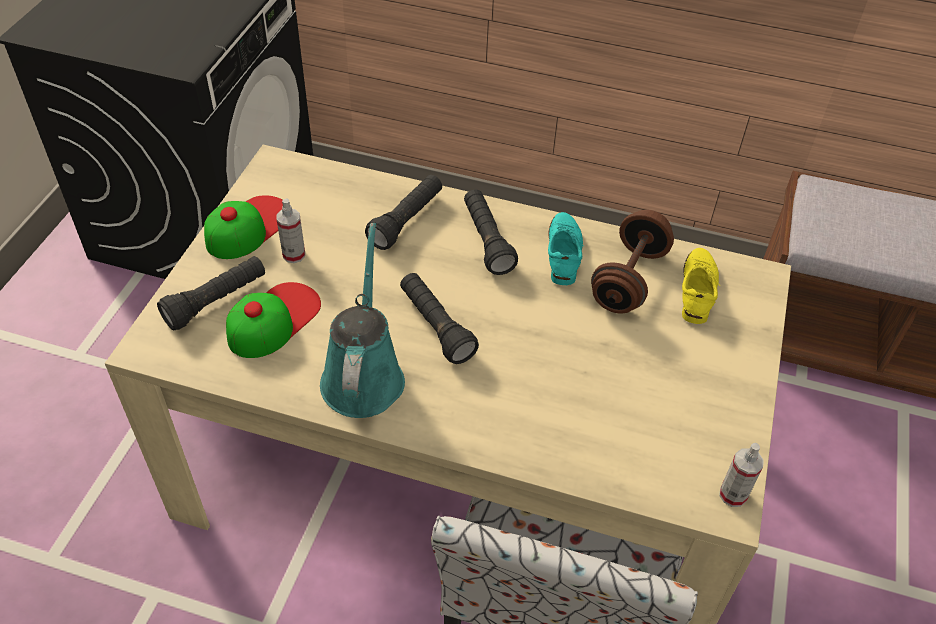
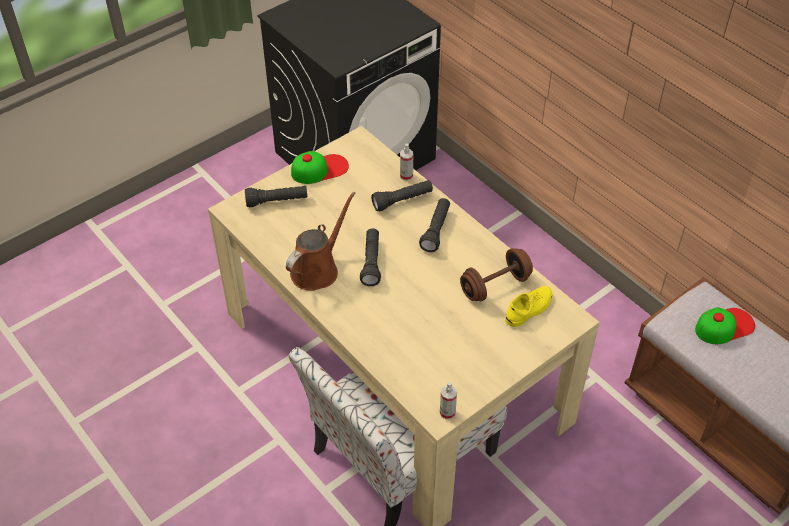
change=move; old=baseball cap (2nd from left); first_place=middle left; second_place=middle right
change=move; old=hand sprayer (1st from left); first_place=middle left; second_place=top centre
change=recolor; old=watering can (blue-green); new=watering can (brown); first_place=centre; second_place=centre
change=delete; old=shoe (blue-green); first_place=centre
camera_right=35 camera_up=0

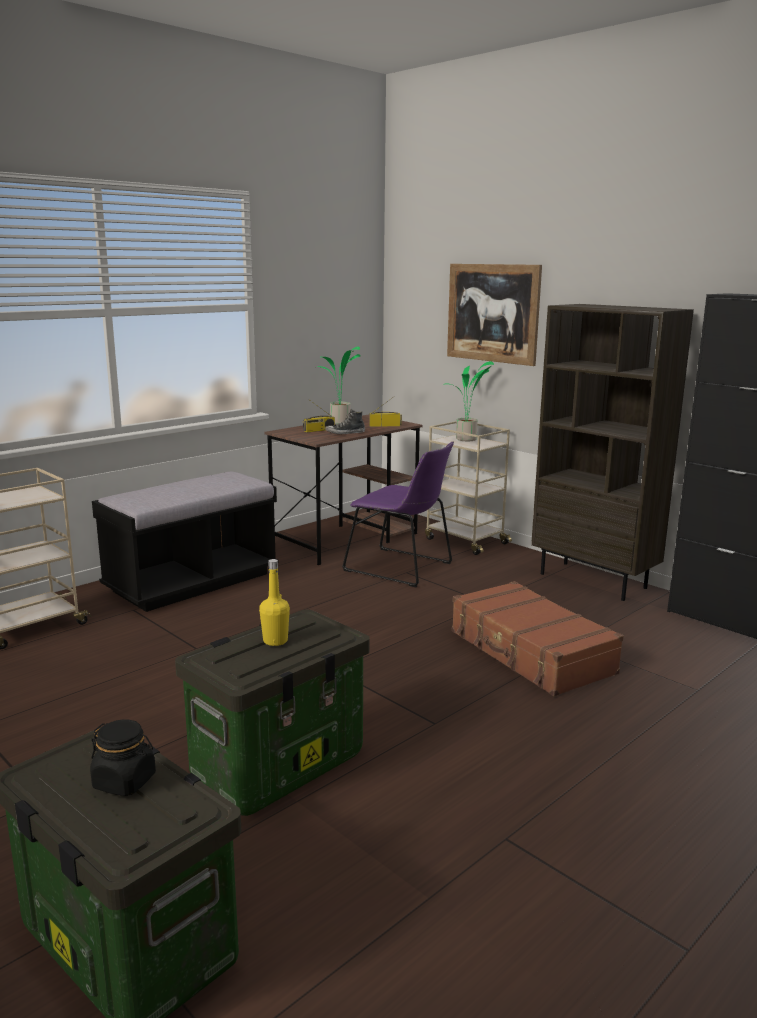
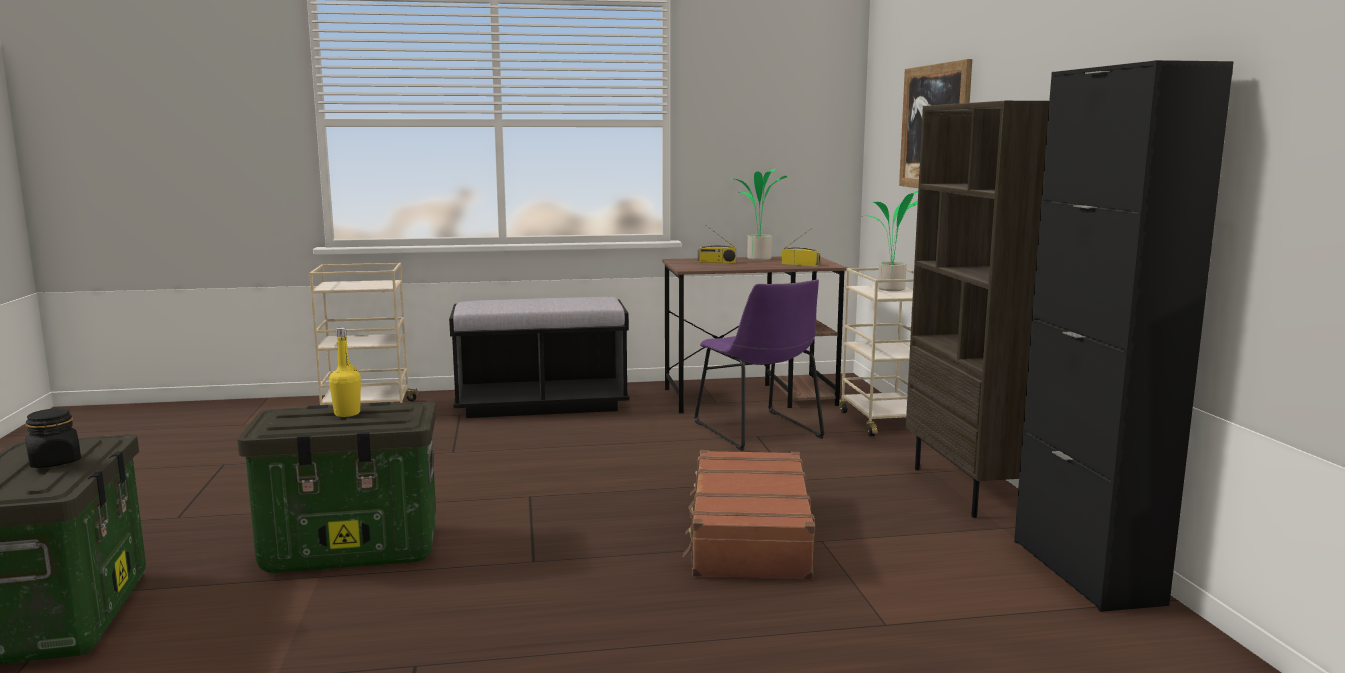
change=delete; old=shoe; first_place=centre
camera_right=35 camera_up=-5

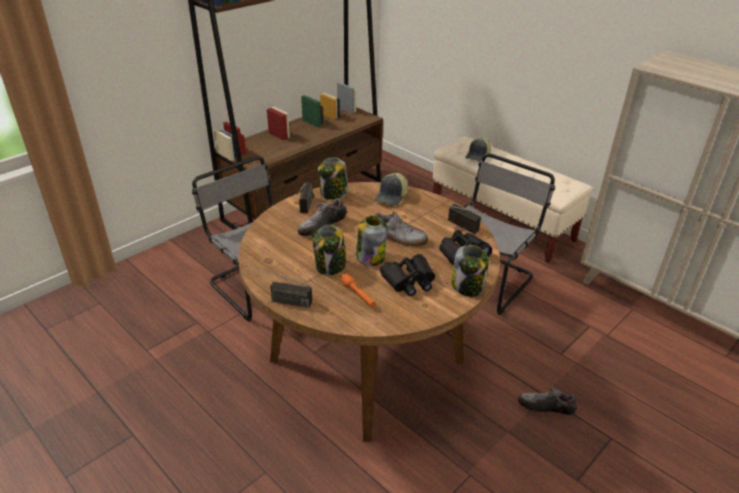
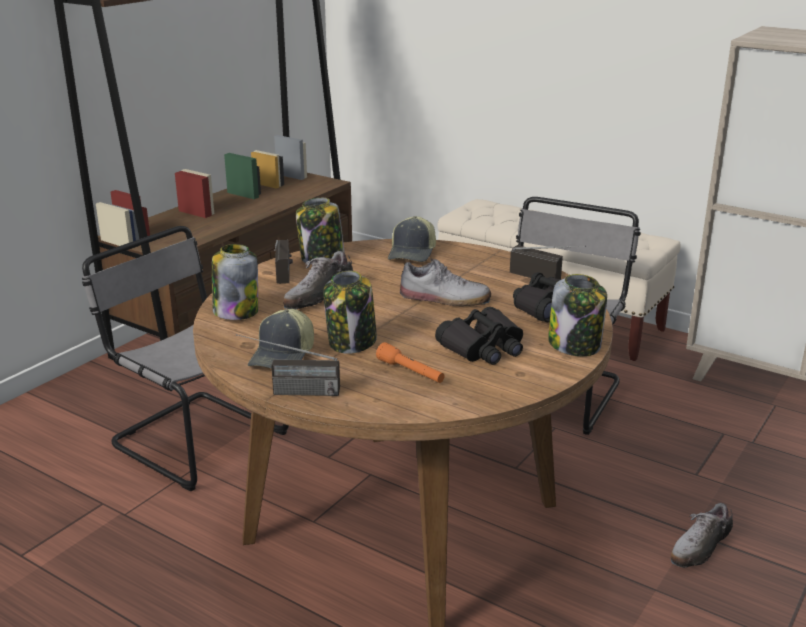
change=move; old=storage jar (3rd from left in the first image); new=storage jar (1st from left); first_place=centre; second_place=middle left
change=move; old=baseball cap (2nd from left in the first image); new=baseball cap (1st from left); first_place=top centre; second_place=centre
change=rotate; old=shoe (3rd from left); first_place=bottom right; second_place=bottom right; degrees=-45
camera_right=-10 camera_up=-10

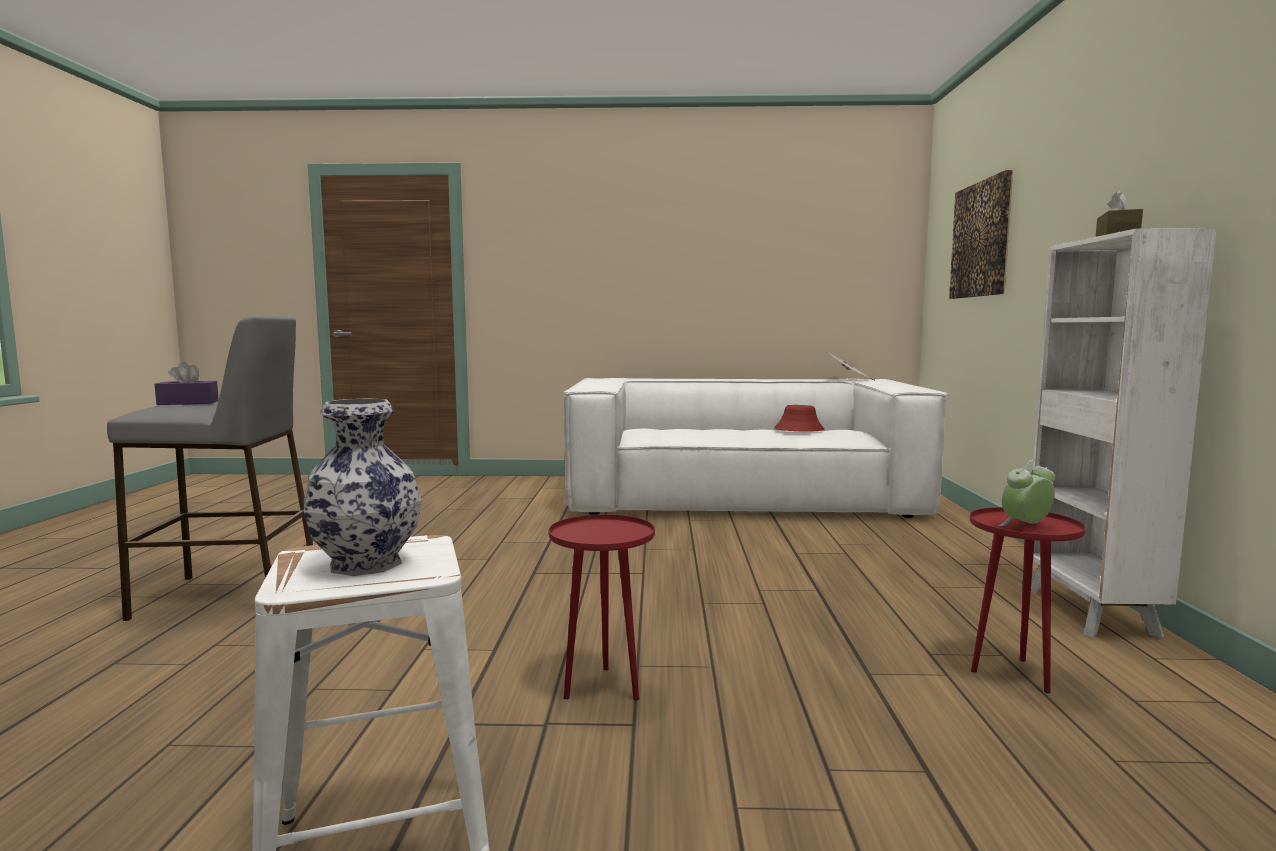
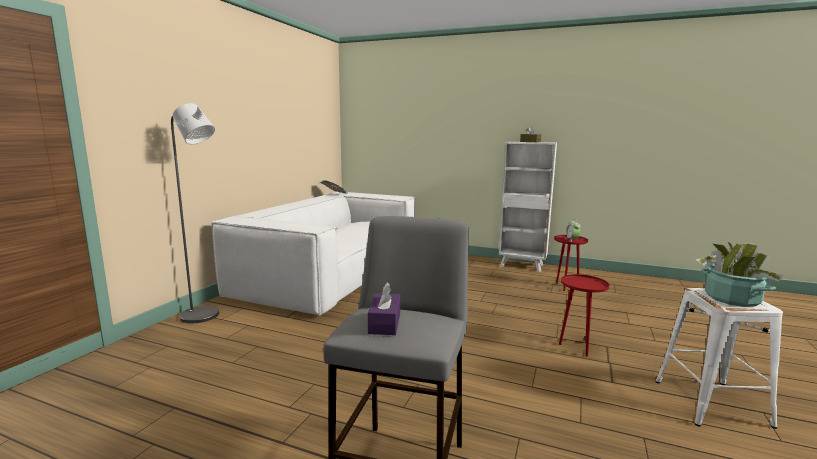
change=replace; old=flower vase; new=houseplant; first_place=middle left; second_place=middle right
change=delete; old=hat (reddish); first_place=centre
change=delete; old=picture; first_place=top right
change=insert; new=floor lamp (grey); second_place=middle left
camera_right=-70 camera_up=5

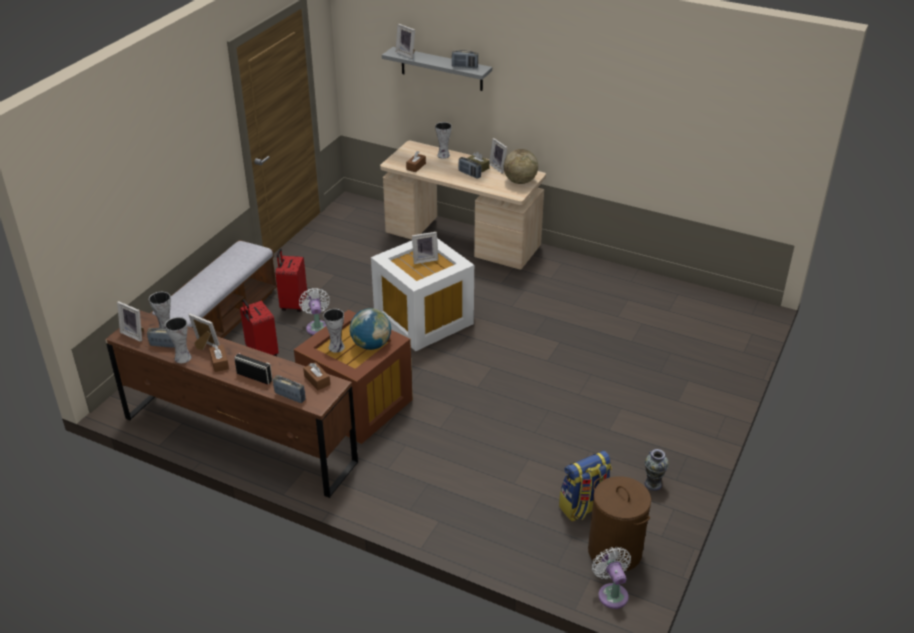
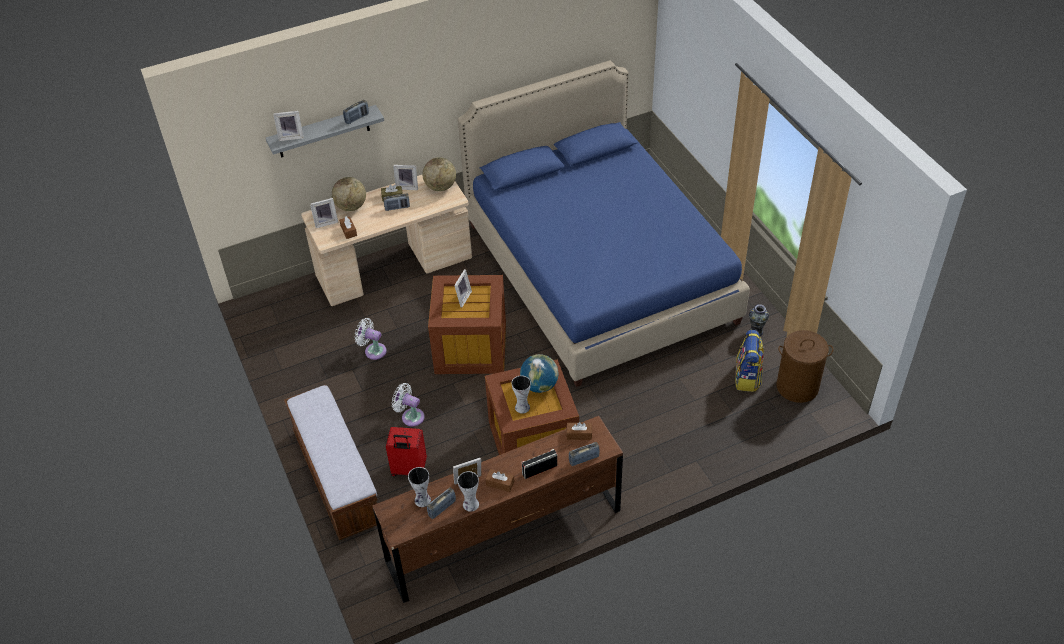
change=move; old=photo frame (1st from left in the first image); new=photo frame (2nd from left); first_place=middle left; second_place=top left
change=delete; old=travel case (reddish) (2nd from left); first_place=middle left
change=recolor; old=storage box (whitish); new=storage box (brown) (1st from left); first_place=centre; second_place=centre
change=replace; old=flower vase (4th from left); new=globe (1st from left); first_place=top centre; second_place=top left
change=move; old=electric fan (whitish) (2nd from left in the first image); new=electric fan (whitish) (1st from left); first_place=bottom right; second_place=centre
change=insert; new=bedroom bed (bluish); second_place=centre
camera_right=-50 camera_up=10

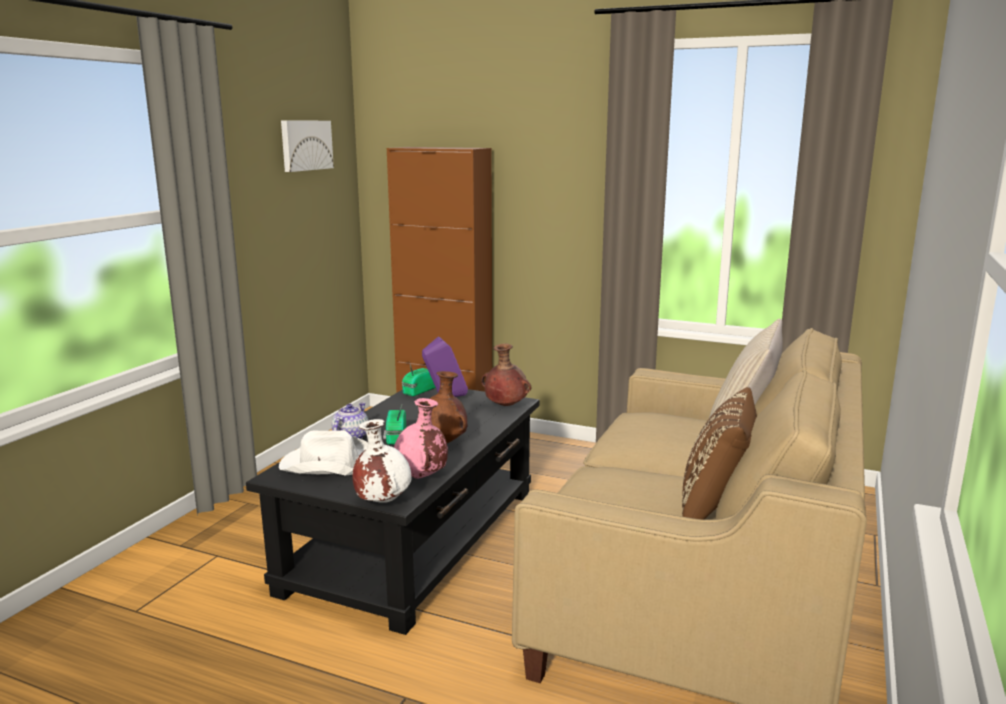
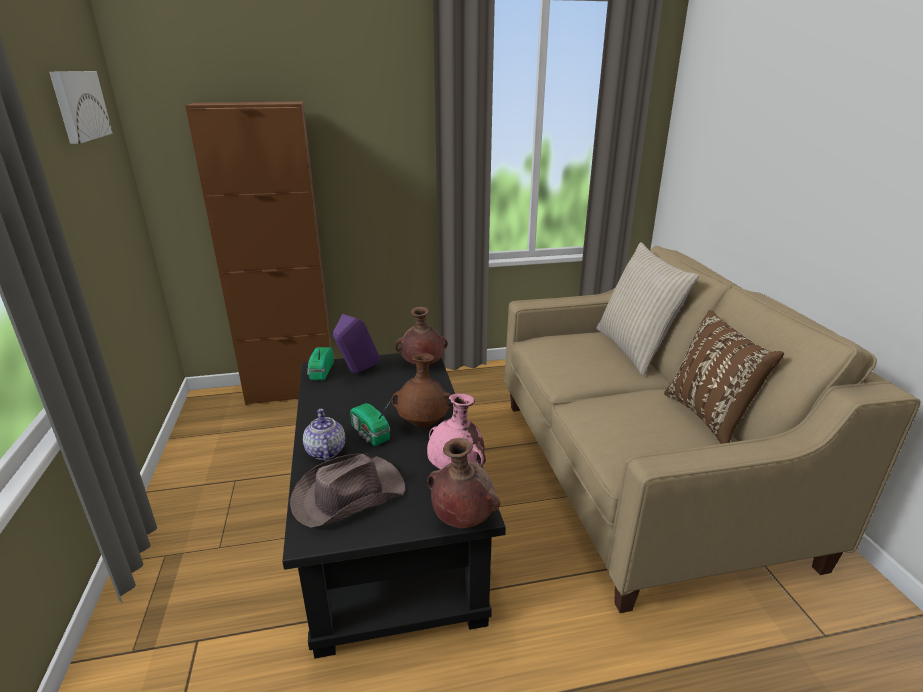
change=recolor; old=hat (whitish); new=hat (brown); first_place=middle left; second_place=bottom centre
change=recolor; old=flower vase (whitish); new=flower vase (brown) (3rd from left); first_place=centre; second_place=bottom centre
camera_right=-35 camera_up=10

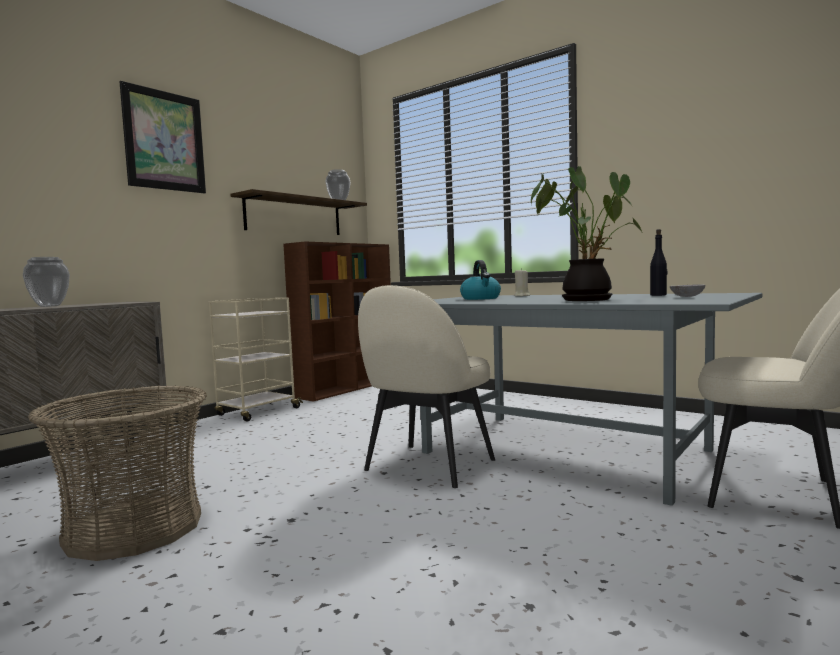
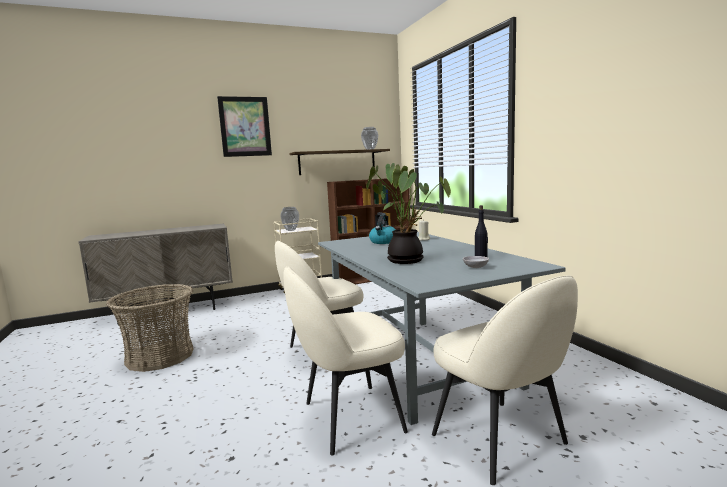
change=move; old=flower vase (1st from left); first_place=middle left; second_place=centre
change=insert; new=chair (sand-coloured) (2nd from left); second_place=bottom centre
camera_right=30 camera_up=5

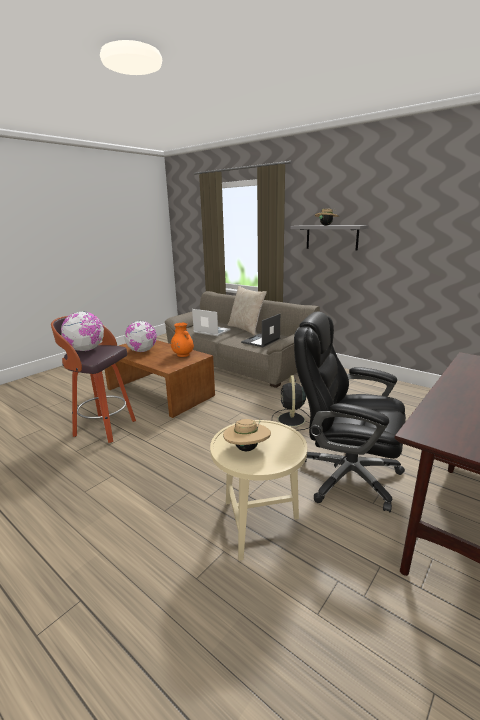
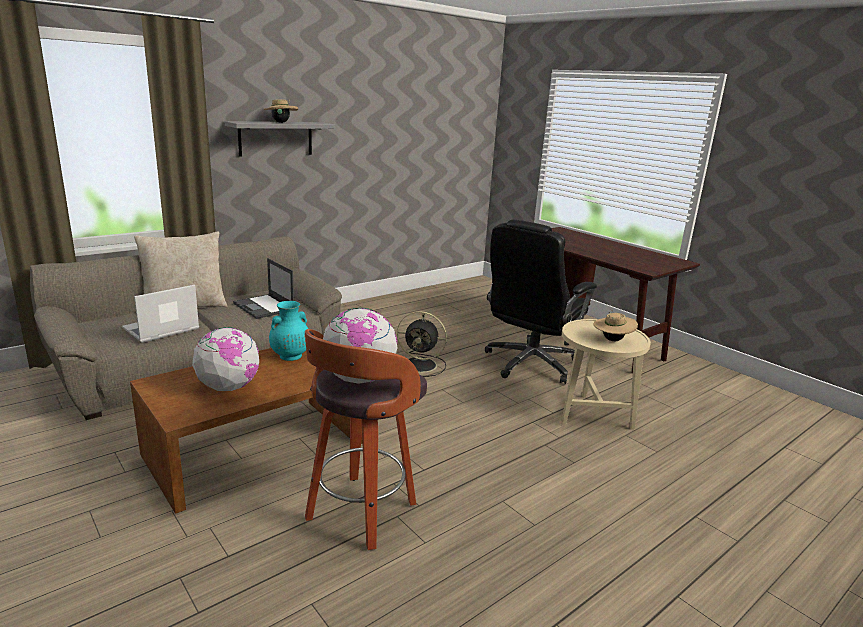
change=recolor; old=flower vase (orangey); new=flower vase (blue-green); first_place=centre; second_place=centre
camera_right=-80 camera_up=0

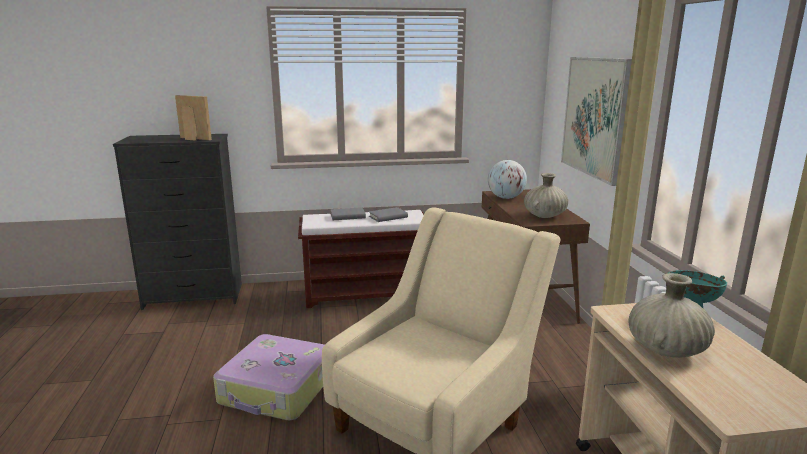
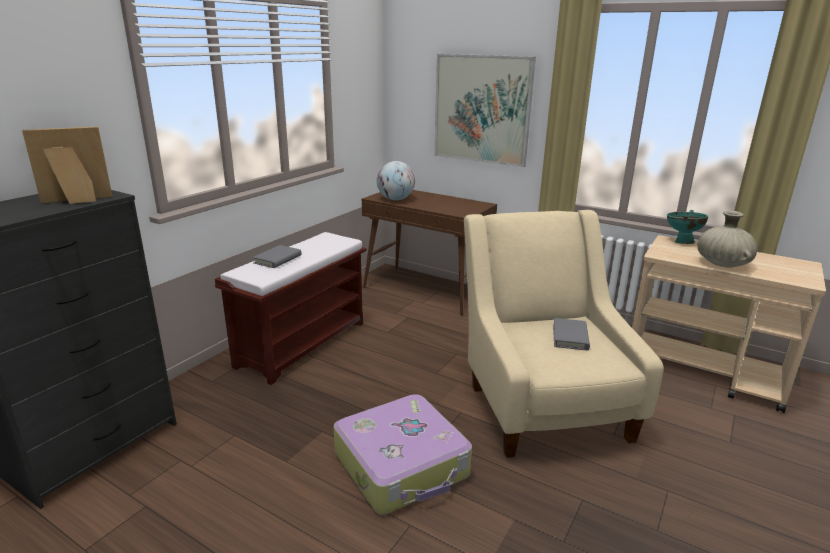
change=move; old=bound book (grey) (2nd from left); first_place=centre; second_place=middle right
change=delete; old=flower vase (sand-coloured) (1st from left); first_place=middle right
camera_right=-50 camera_up=5

